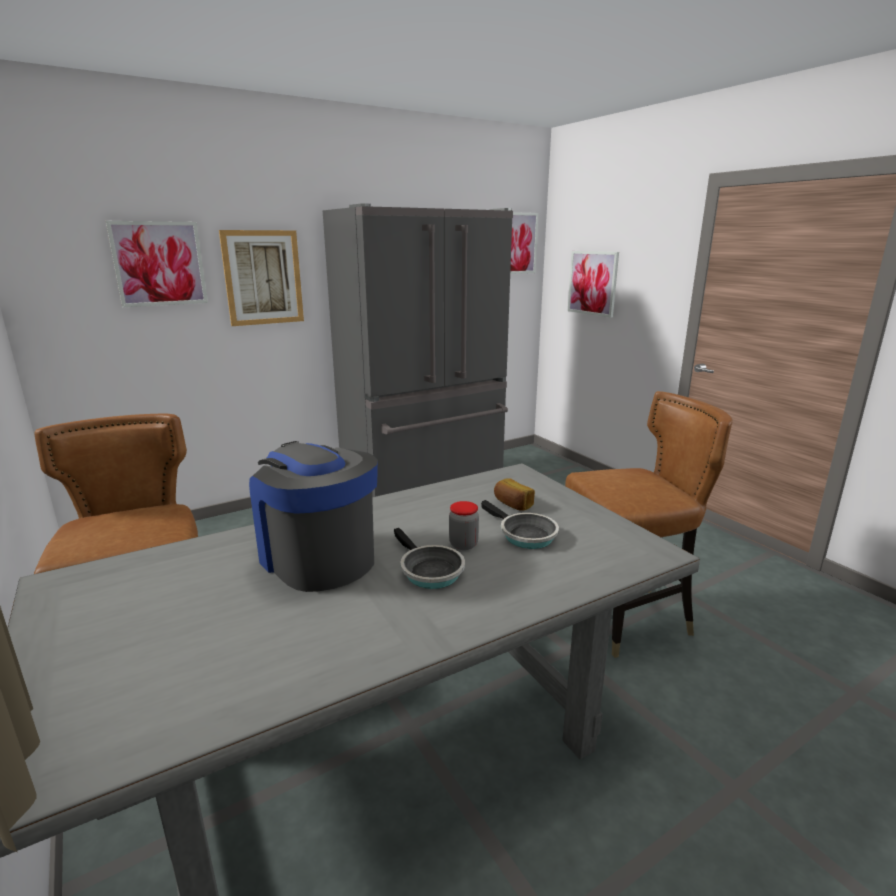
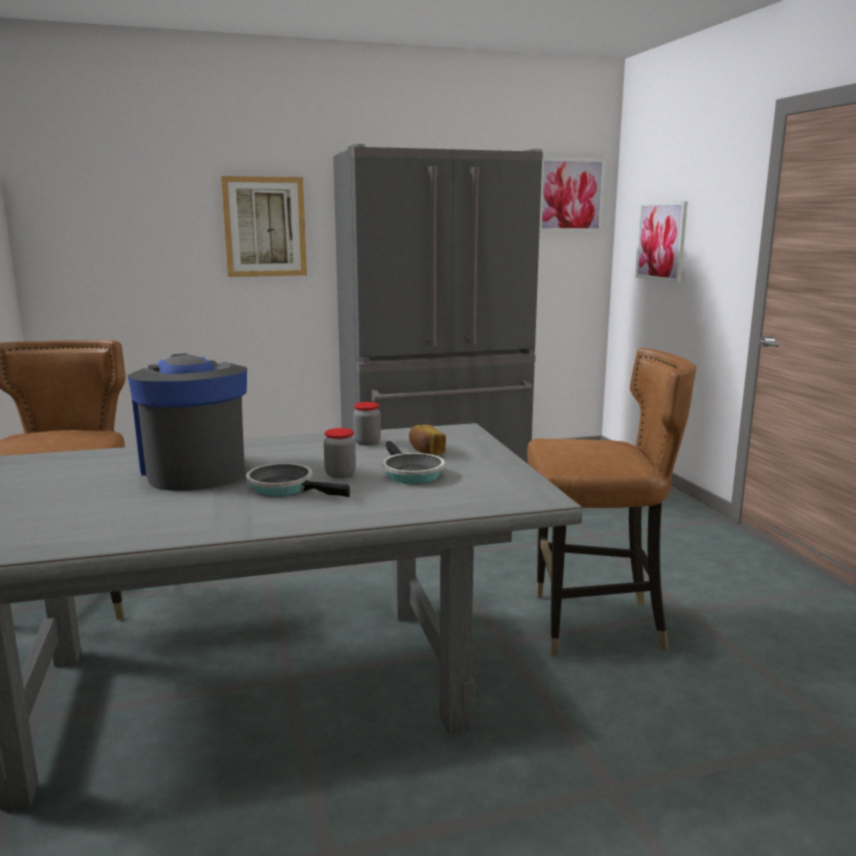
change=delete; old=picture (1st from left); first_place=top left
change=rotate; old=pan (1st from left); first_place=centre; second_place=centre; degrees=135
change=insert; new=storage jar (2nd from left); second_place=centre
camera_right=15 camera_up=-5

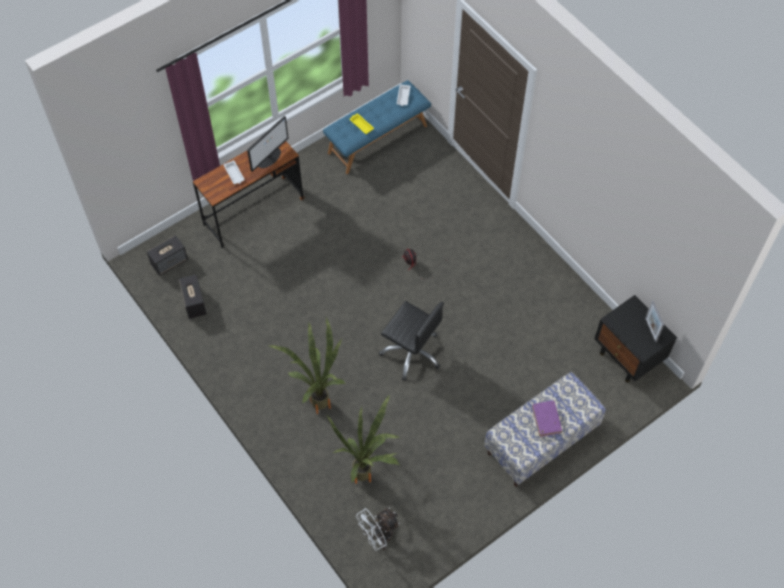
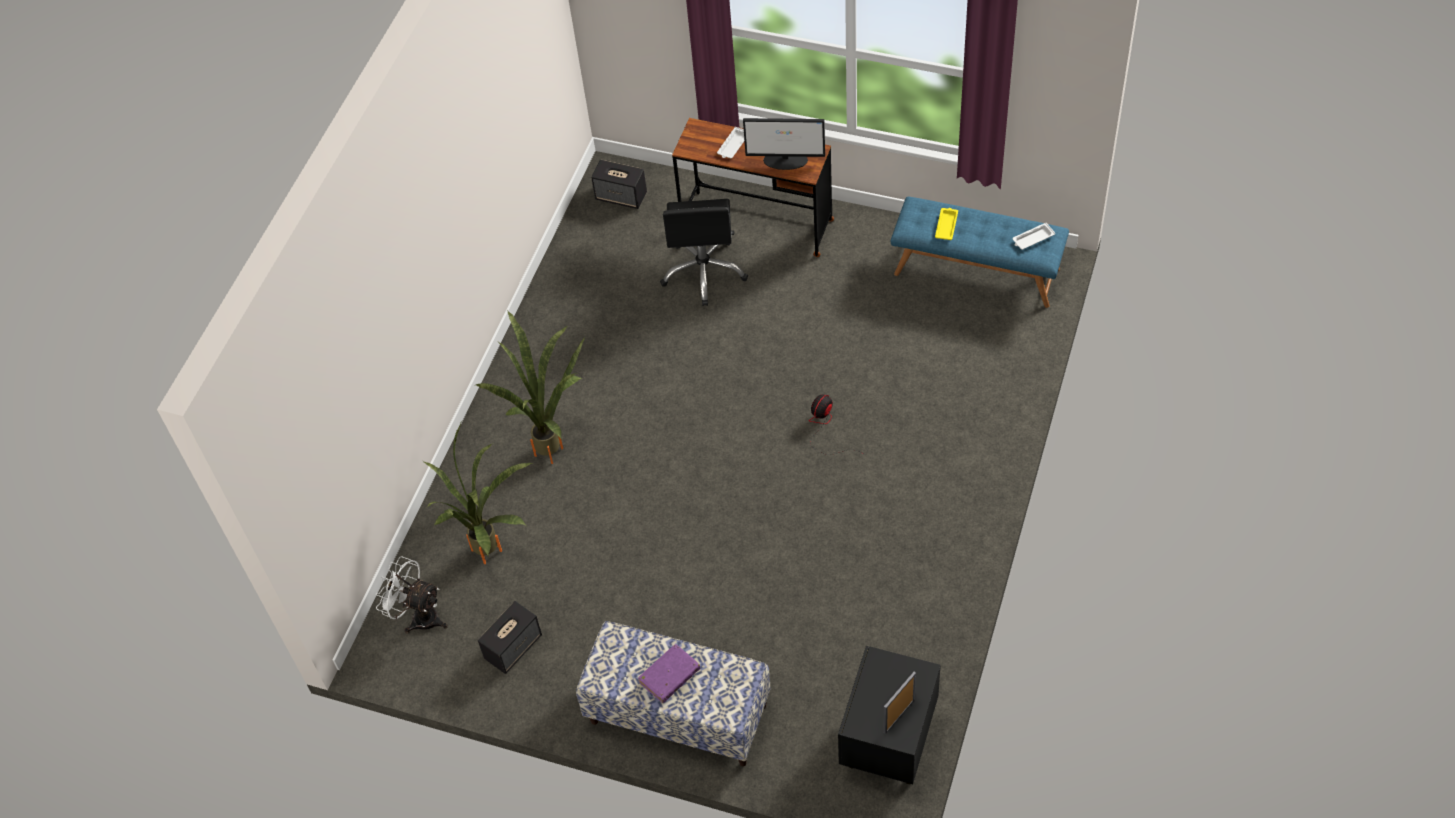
change=move; old=audio speaker (2nd from left in the first image); new=audio speaker (1st from left); first_place=middle left; second_place=bottom centre
change=move; old=computer chair (black); first_place=centre; second_place=top centre
camera_right=60 camera_up=-5

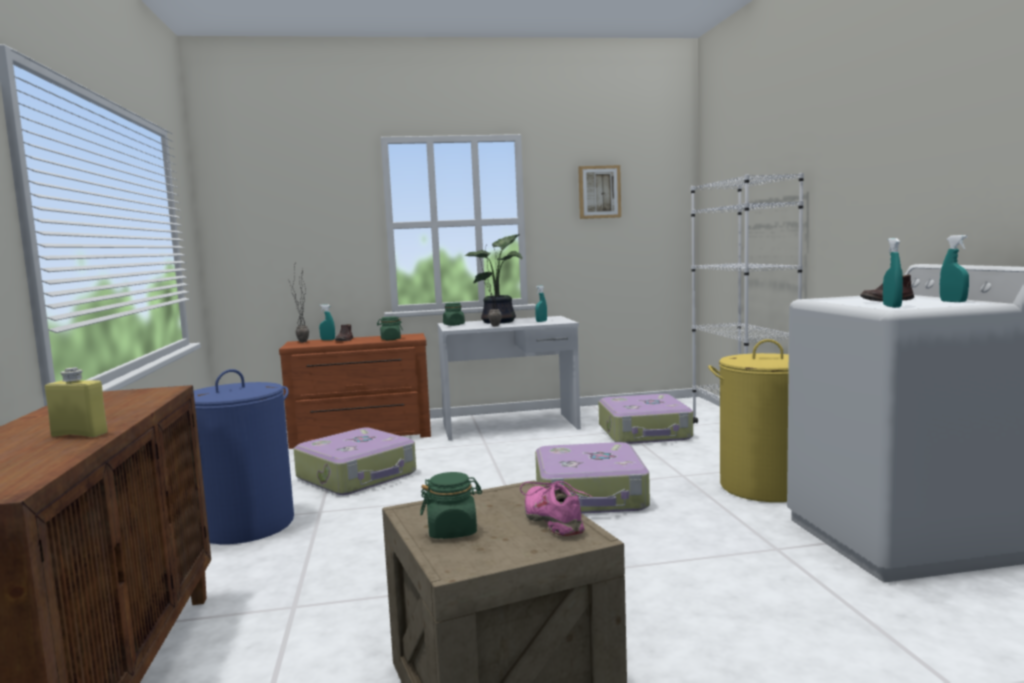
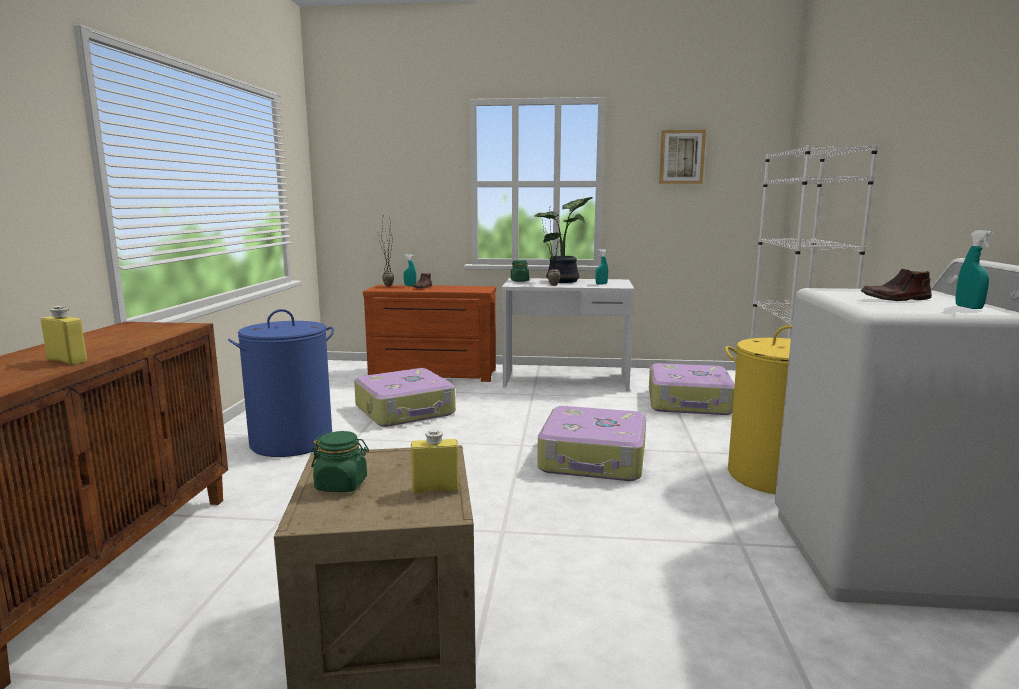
change=delete; old=storage jar (green) (1st from left); first_place=centre
change=replace; old=shoe (pink-coloured); new=beverage bottle (yellow-coloured) (2nd from left); first_place=bottom centre; second_place=bottom centre
change=delete; old=hand sprayer (blue-green) (3rd from left); first_place=middle right
camera_right=15 camera_up=5

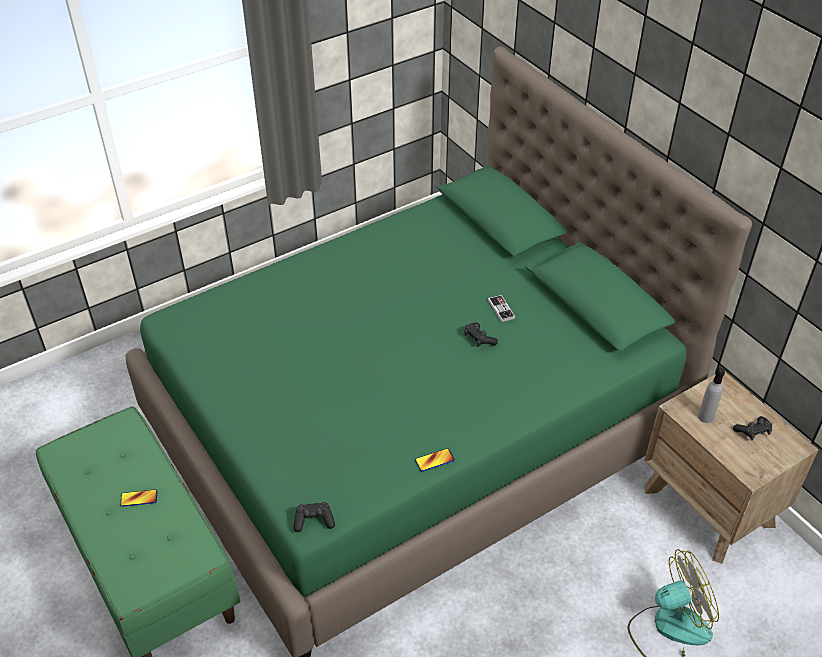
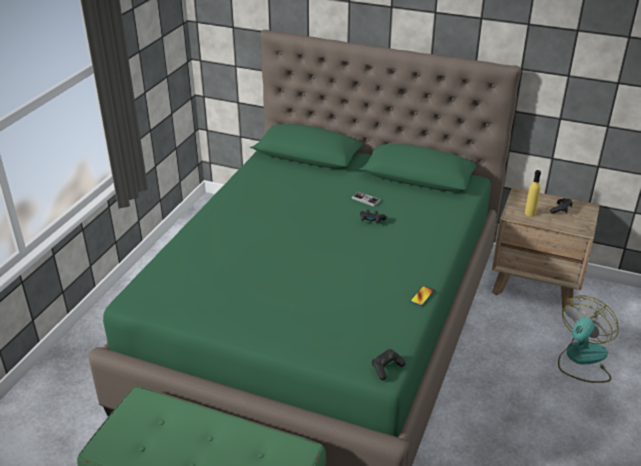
change=delete; old=phone (1st from left); first_place=bottom left
change=recolor; old=beverage bottle (grey); new=beverage bottle (yellow-coloured); first_place=middle right; second_place=middle right
camera_right=-35 camera_up=-10

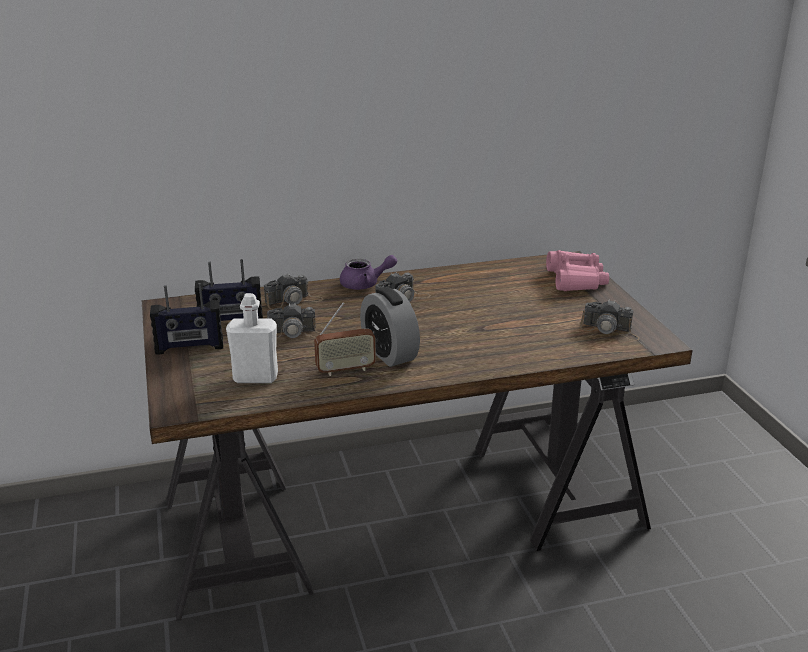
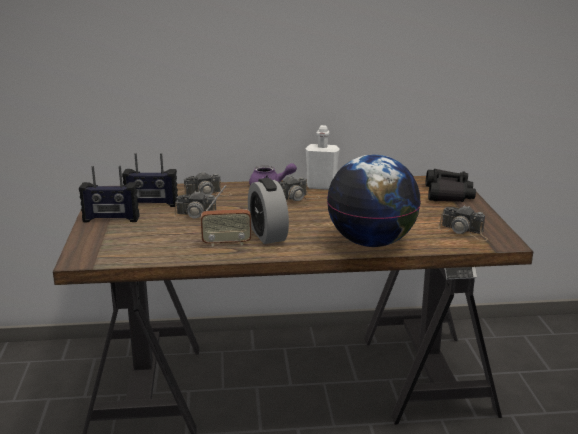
change=move; old=beverage bottle (whitish); first_place=middle left; second_place=centre
change=recolor; old=pair of binoculars (pink-coloured); new=pair of binoculars (black); first_place=middle right; second_place=middle right
change=insert; new=globe; second_place=centre
camera_right=10 camera_up=-5

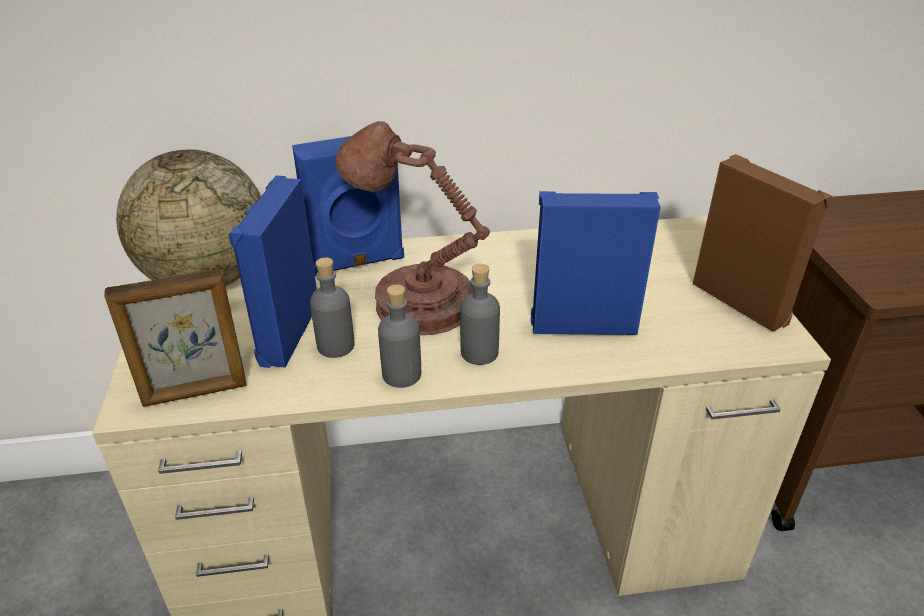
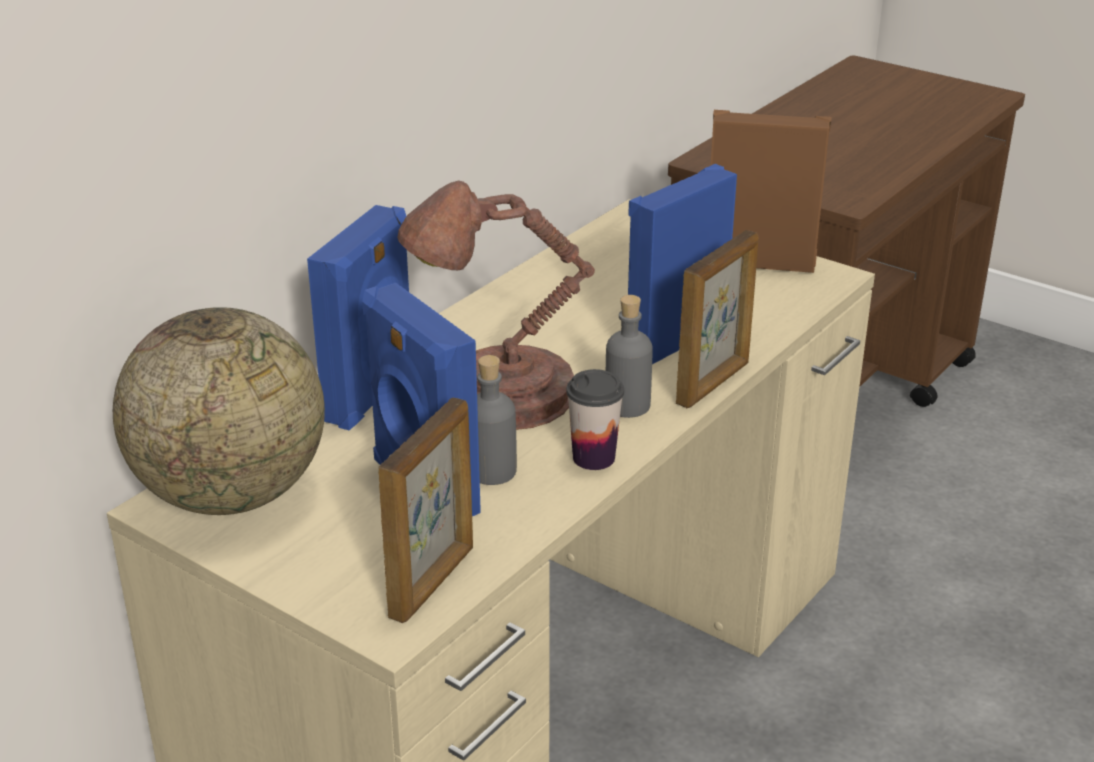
change=replace; old=beverage bottle (grey) (2nd from left); new=small cup; first_place=centre; second_place=centre
change=insert; new=photo frame (2nd from left); second_place=centre
camera_right=-45 camera_up=-5

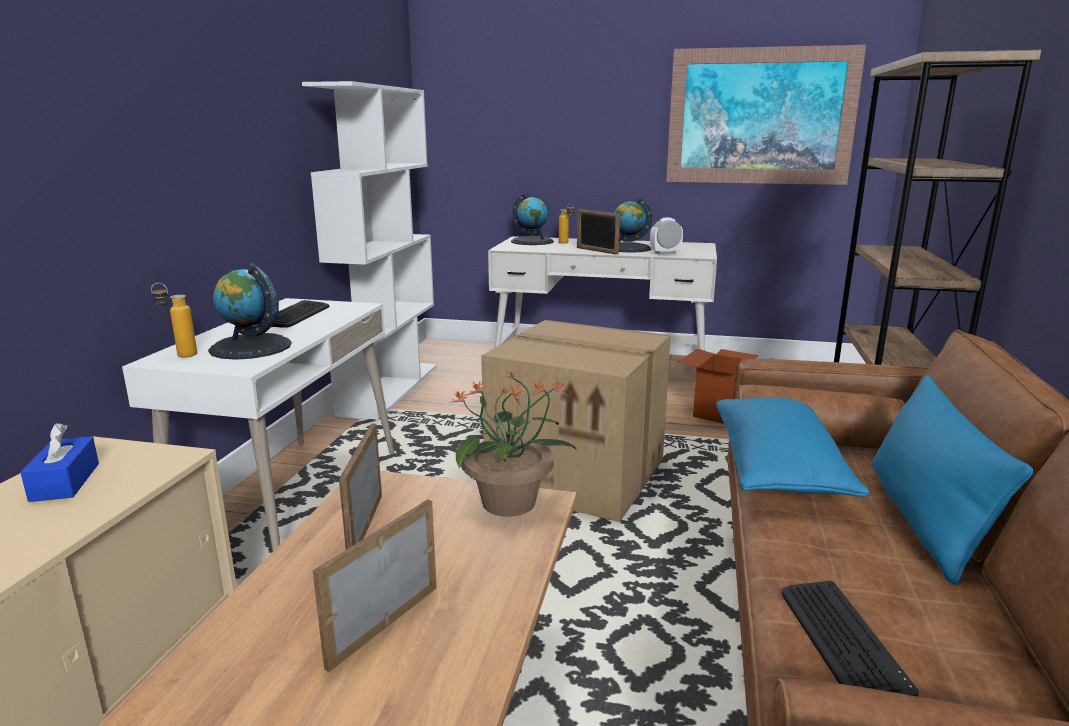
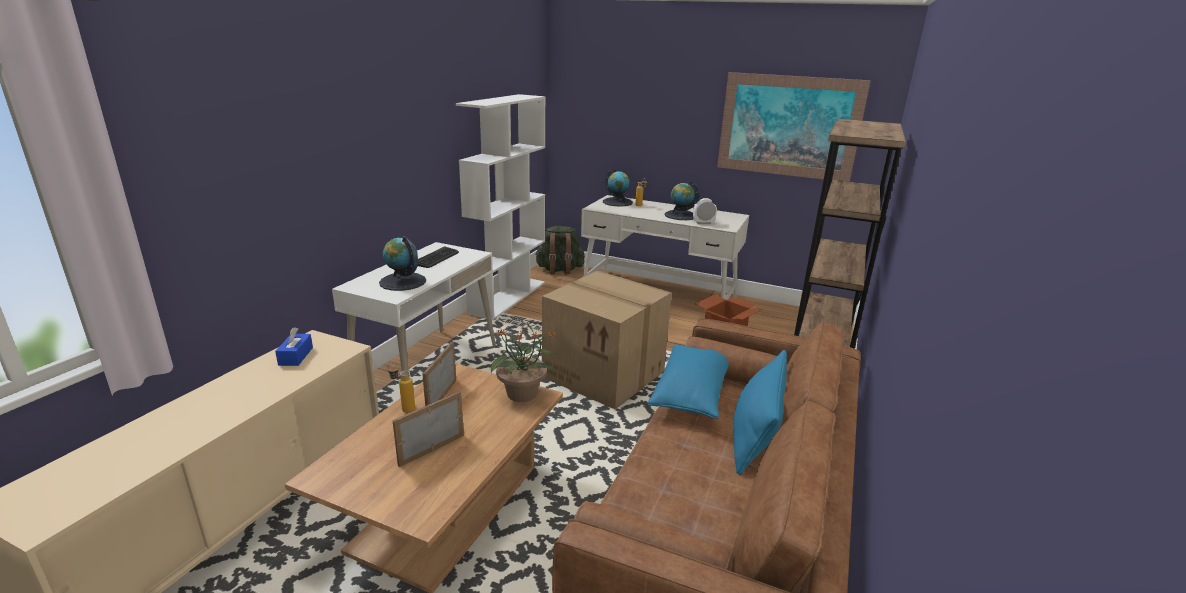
change=move; old=beverage bottle (1st from left); first_place=middle left; second_place=centre
change=delete; old=photo frame (3rd from left); first_place=top centre
change=delete; old=keyboard (2nd from left); first_place=bottom right
change=insert; new=rucksack (green); second_place=centre
camera_right=10 camera_up=5

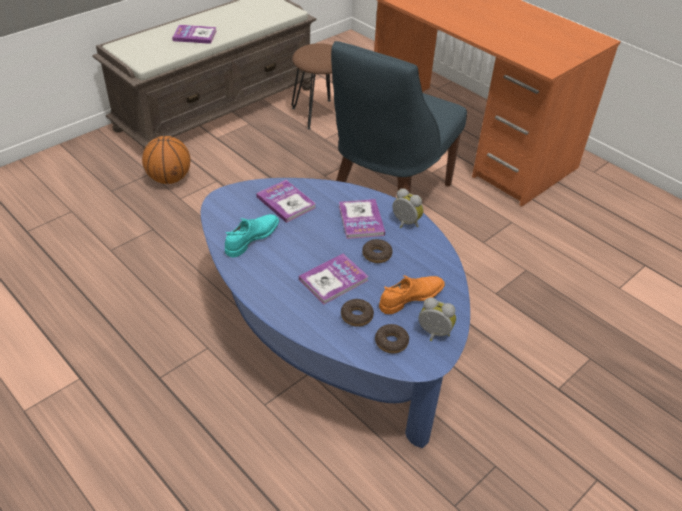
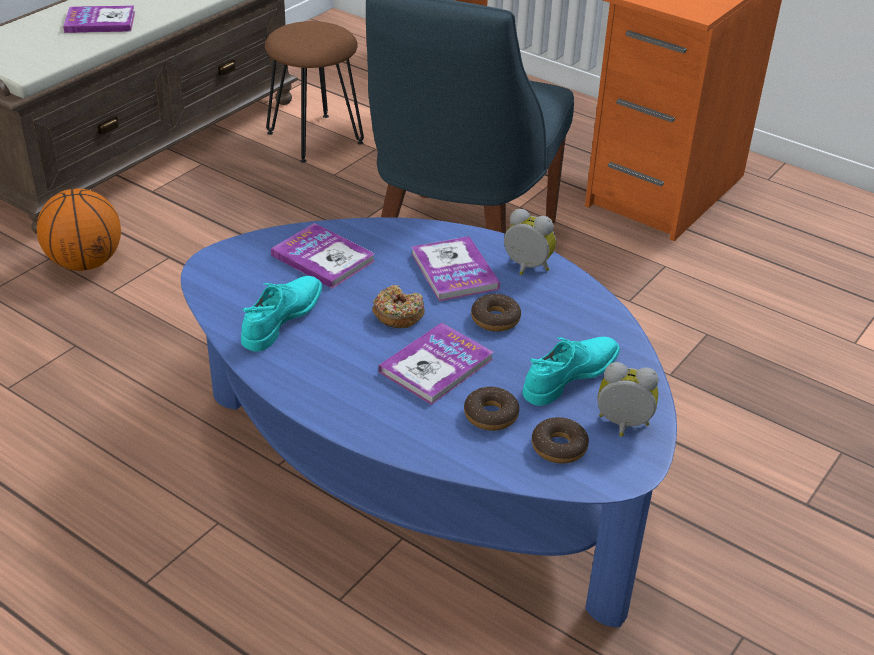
change=recolor; old=shoe (orangey); new=shoe (blue-green) (2nd from left); first_place=centre; second_place=centre
change=insert; new=donut (1st from left); second_place=centre
camera_right=-10 camera_up=-5

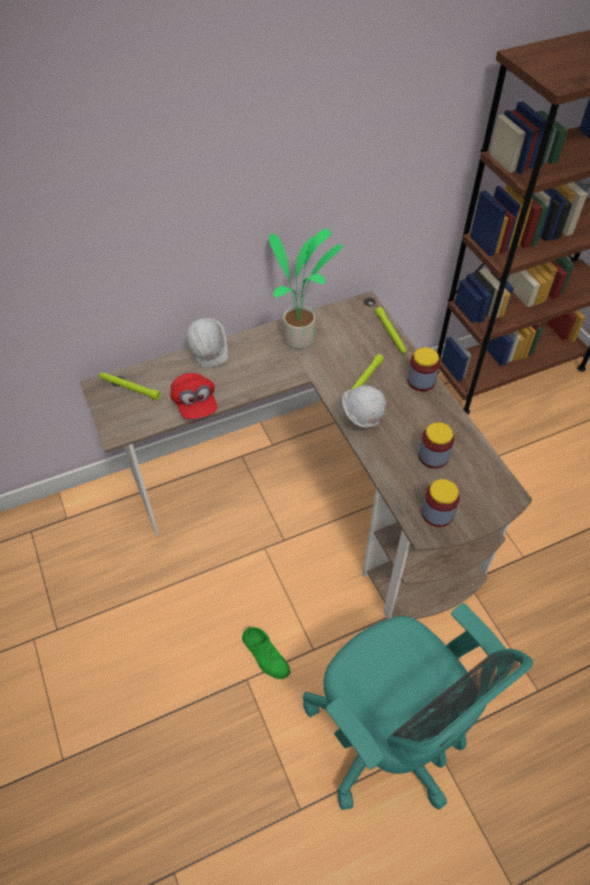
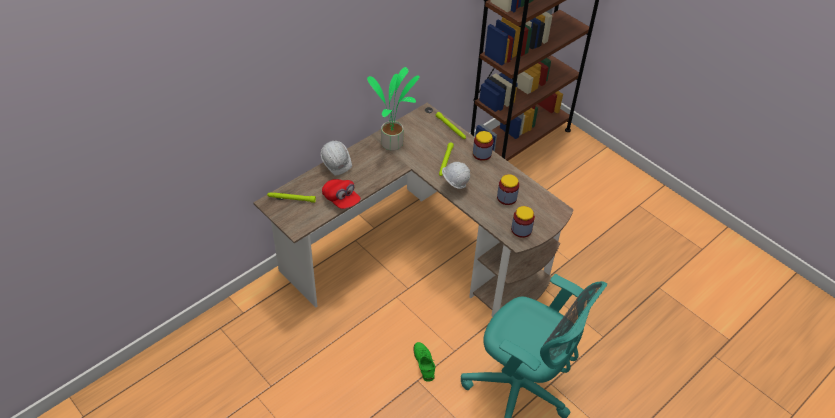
change=rotate; old=shoe (green); first_place=bottom centre; second_place=bottom centre; degrees=-135
camera_right=-20 camera_up=-5

